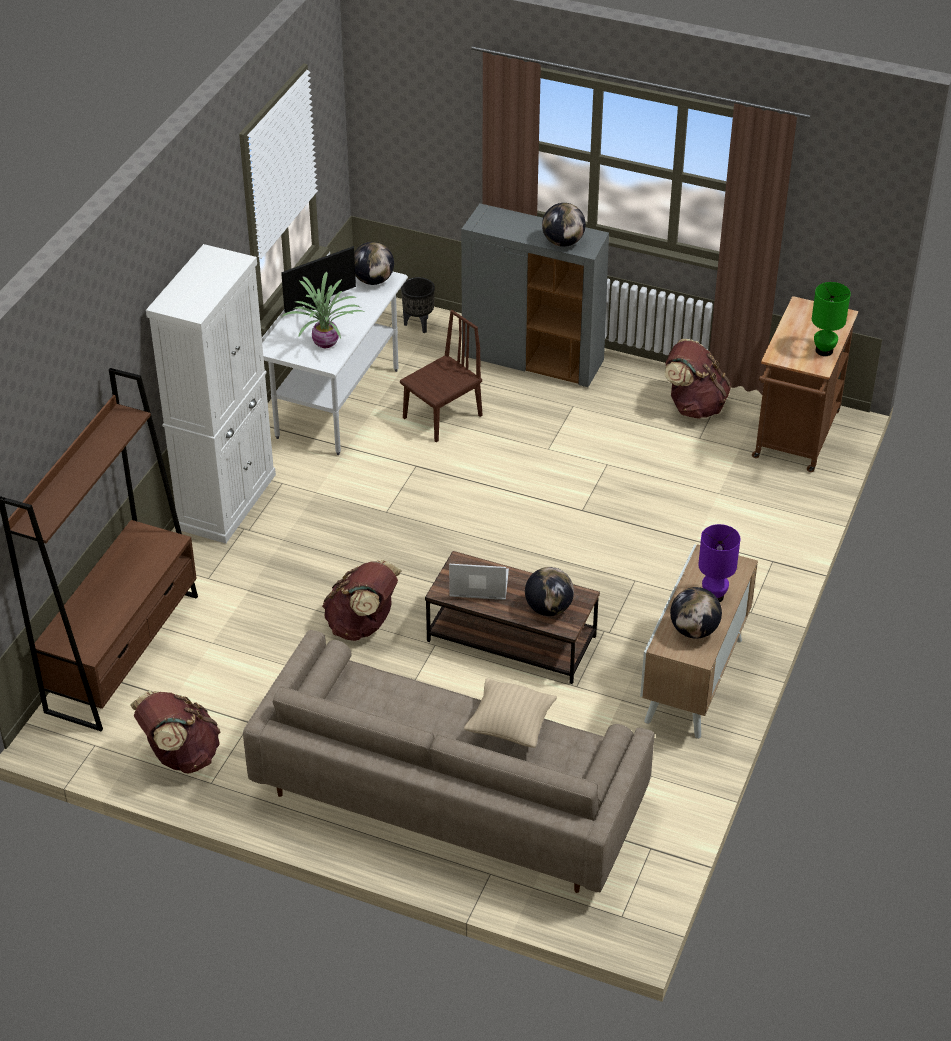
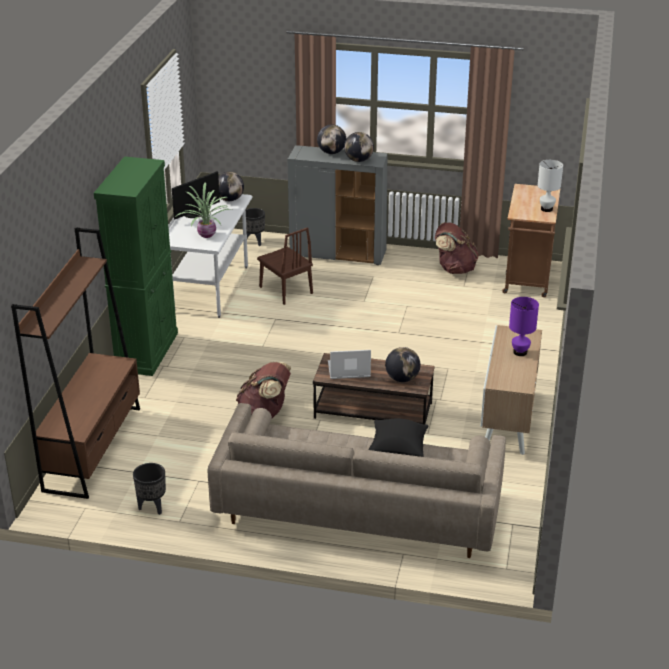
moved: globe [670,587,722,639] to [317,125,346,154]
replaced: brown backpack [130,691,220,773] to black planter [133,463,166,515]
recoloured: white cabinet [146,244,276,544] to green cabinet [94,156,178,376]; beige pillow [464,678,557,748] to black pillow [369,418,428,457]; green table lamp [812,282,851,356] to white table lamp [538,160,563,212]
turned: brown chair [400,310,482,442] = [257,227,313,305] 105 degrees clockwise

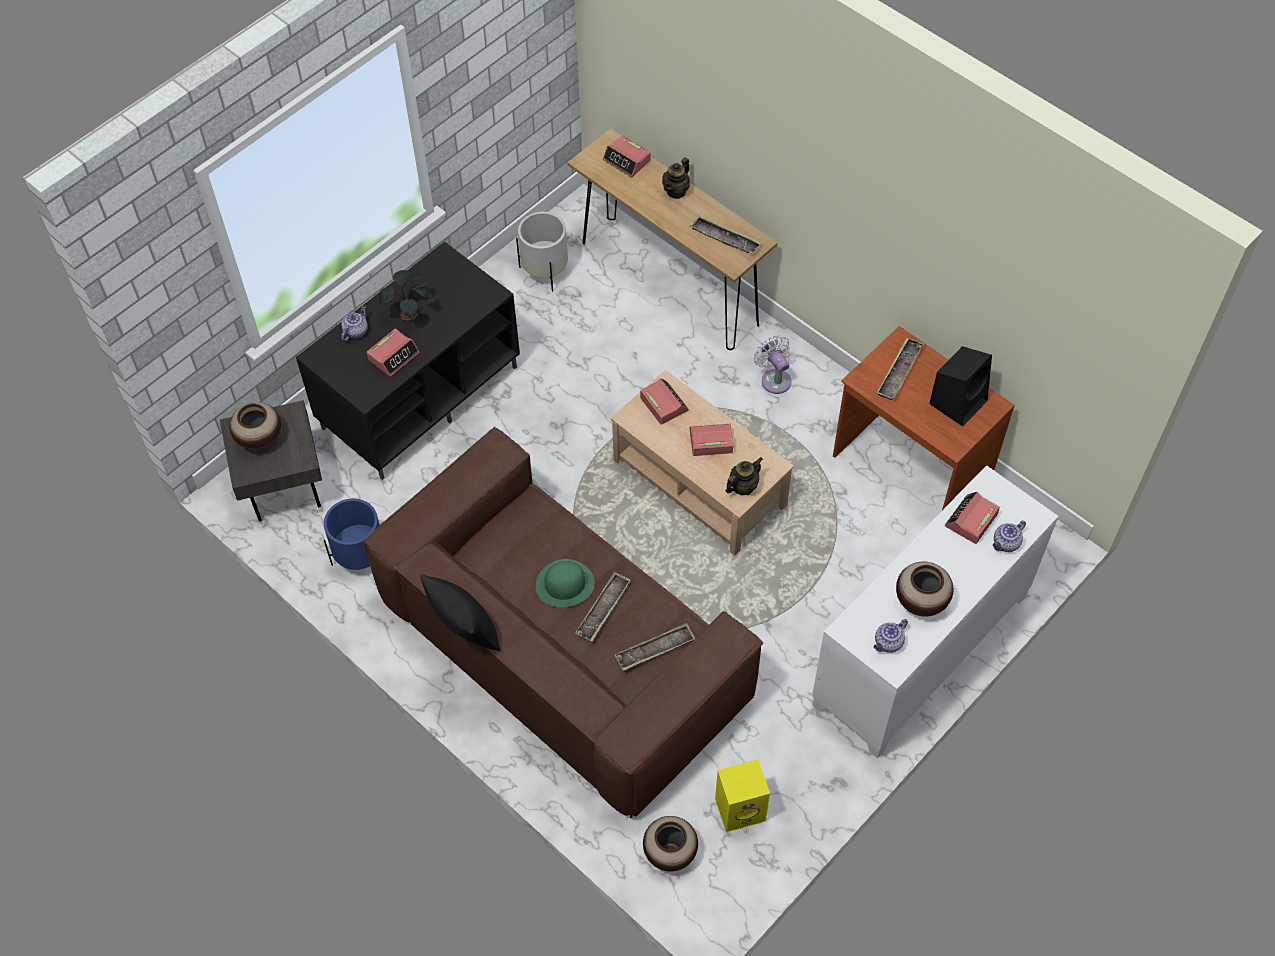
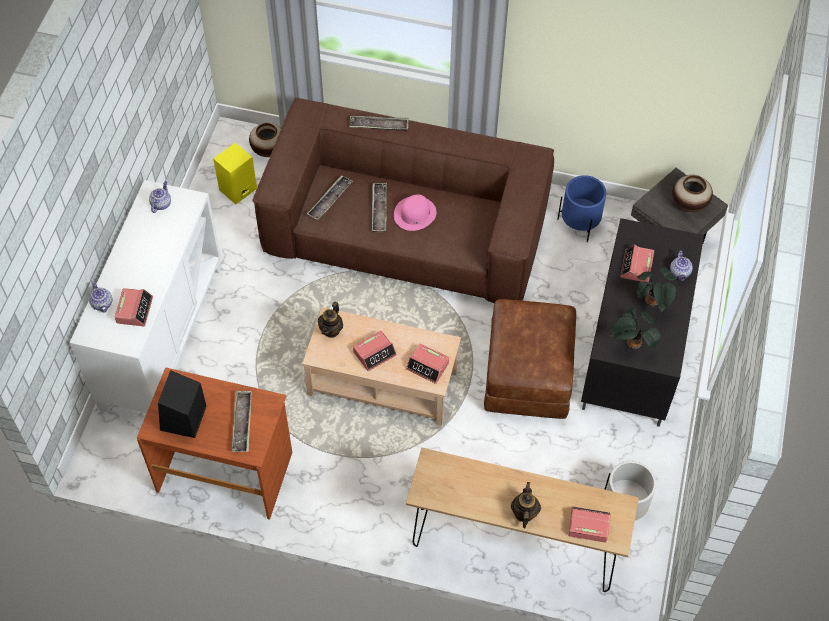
removed: black pillow [420,574,500,651]; white fan [753,335,791,394]; vase [896,562,954,616]
added: brown ottoman [484,299,576,419]; potted plant [610,308,661,349]
moved: tray [690,216,761,254] to [349,116,409,131]
recoloured: green hat [536,559,595,607] to pink hat [394,195,437,231]
turned: teapot [993,520,1026,552] = [89,282,112,312] 135 degrees clockwise

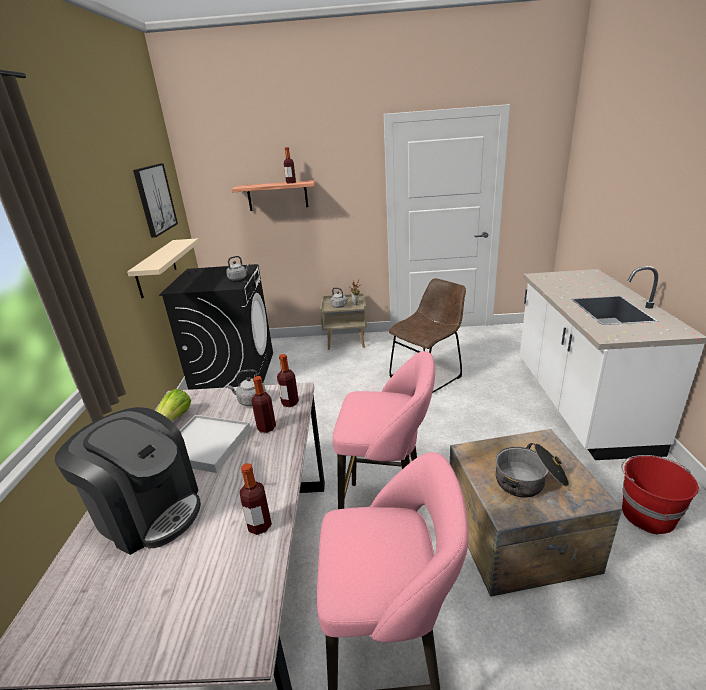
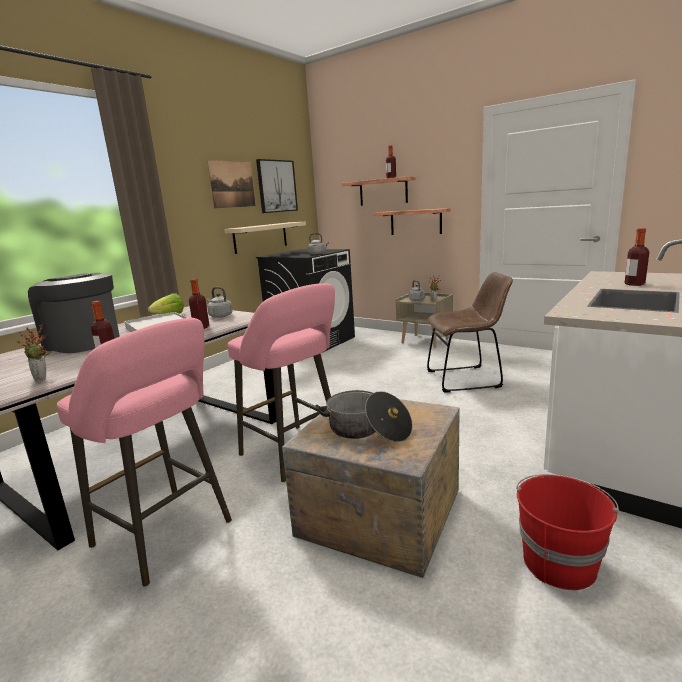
added: potted plant [16,323,52,382]; picture [207,160,255,209]; shelf [373,208,451,235]
moved: bottle [277,354,299,407] to [625,228,649,286]
turned: coffee machine [54,407,201,555] = [28,273,120,353] 150 degrees clockwise

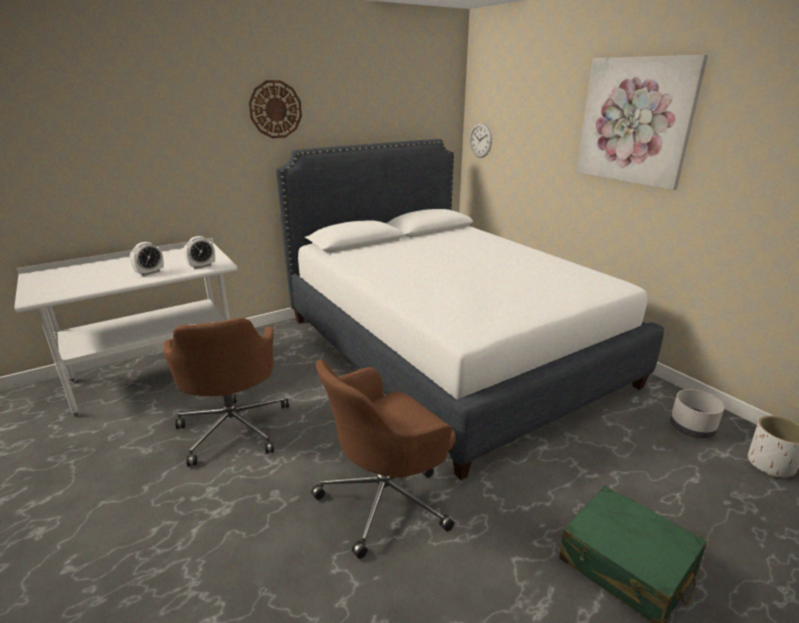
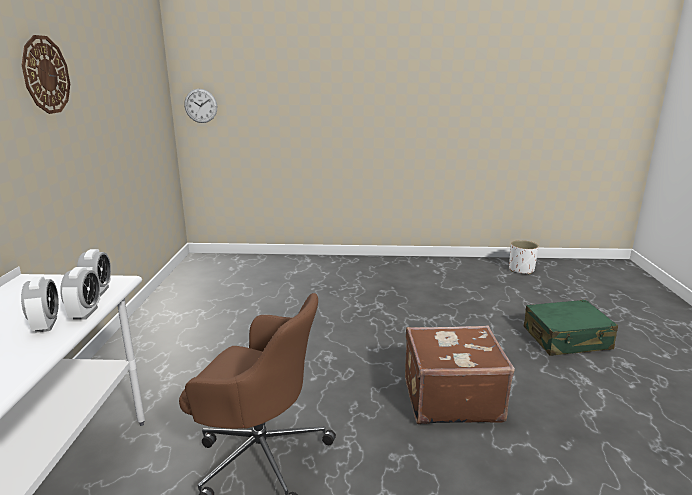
removed: white bed [276,139,664,480]; picture [576,55,708,190]; grey planter [670,389,724,439]
added: alarm clock [60,267,100,320]
replaced: brown office chair [311,359,456,559] to brown suitcase [405,325,515,424]

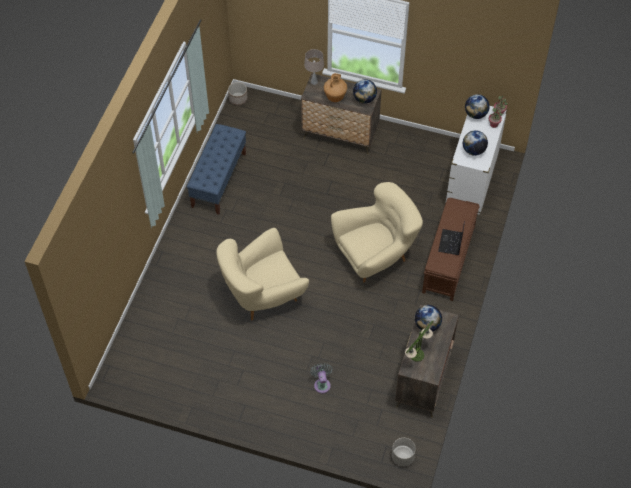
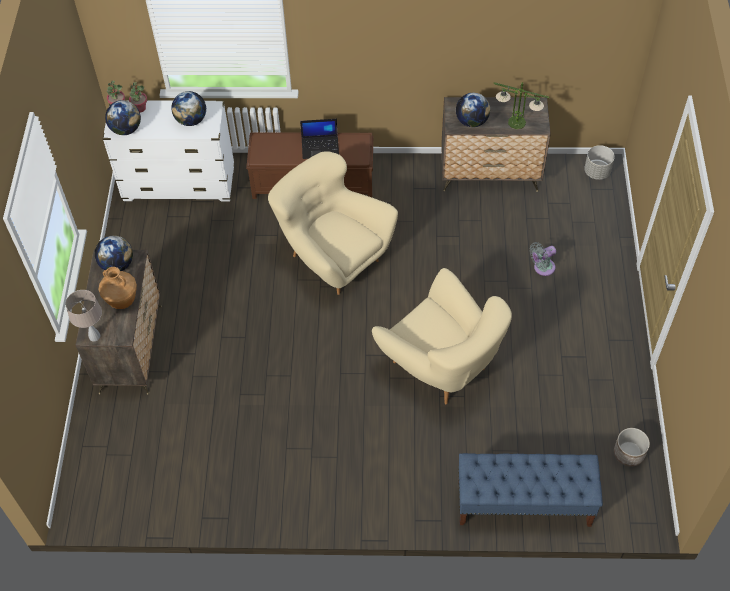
moved: blue bench [187,124,246,215] to [458,453,603,527]; planter [228,82,247,105] to [614,428,650,466]

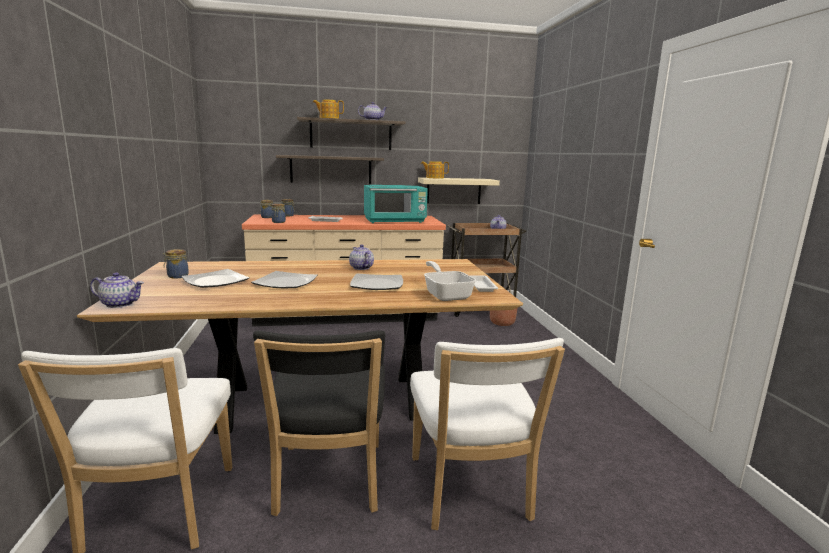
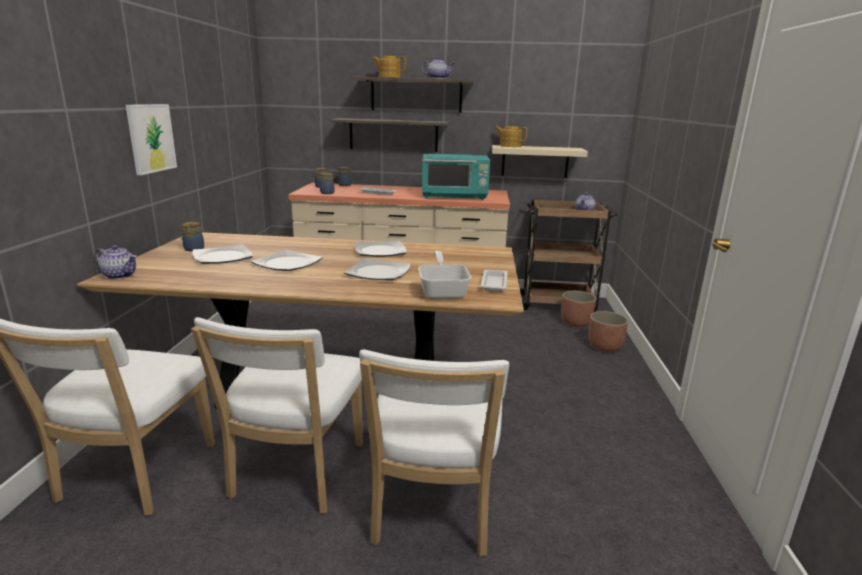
added: picture [126,104,177,175]; planter [588,311,628,352]
replaced: teapot [349,244,374,270] to plate [355,241,407,257]
recoloured: black chair [253,330,385,516] to white chair [191,317,363,513]

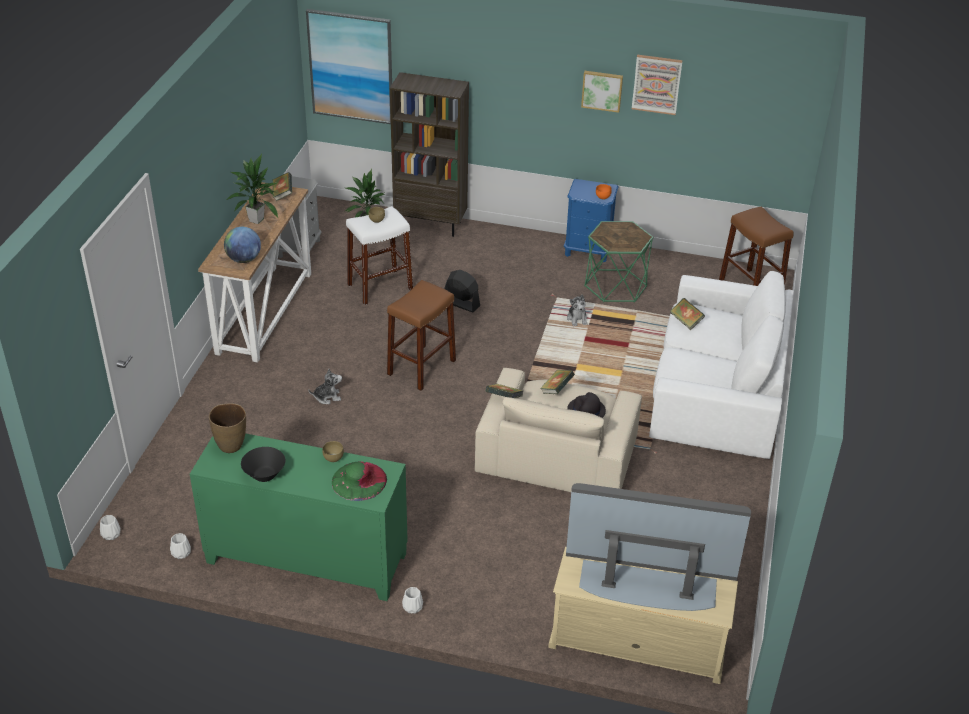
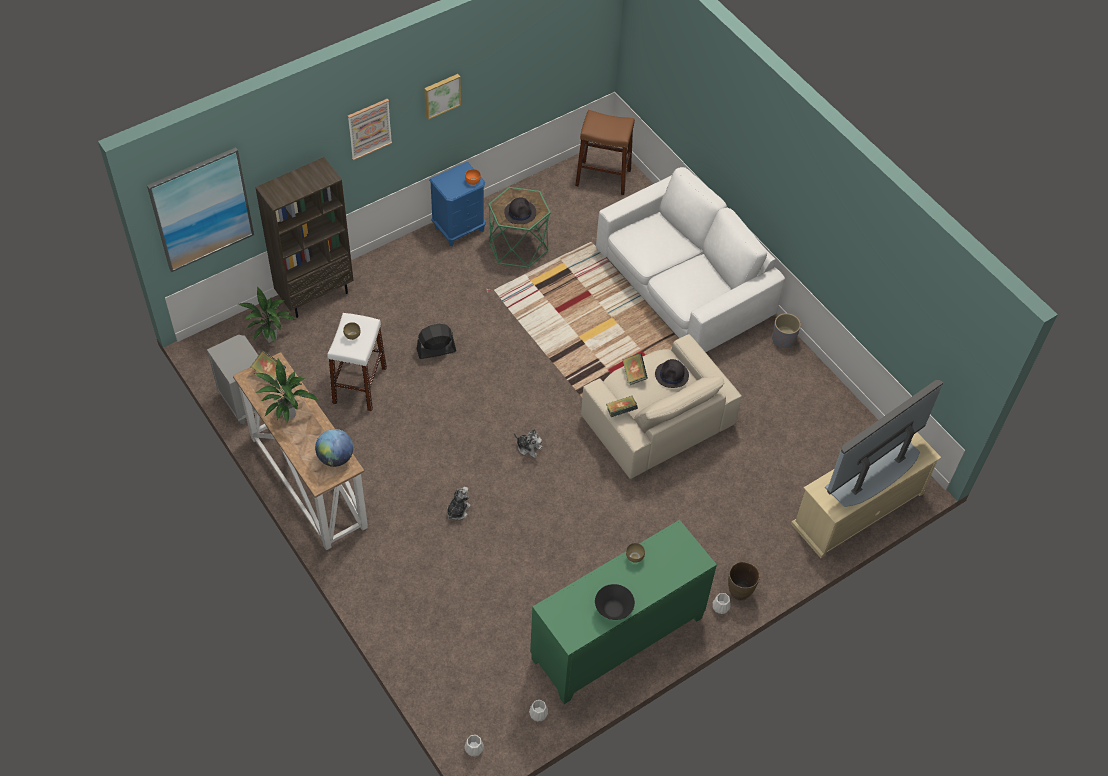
removed: green hat [332,462,387,501]; brown stool [387,280,456,391]; book [670,298,705,330]
added: black hat [504,197,536,224]; grey planter [772,313,801,349]
moved: picture [632,55,683,115] to [348,99,392,160]; plush toy [567,294,588,326] to [514,429,543,458]; brown vase [209,403,246,453] to [728,562,760,600]

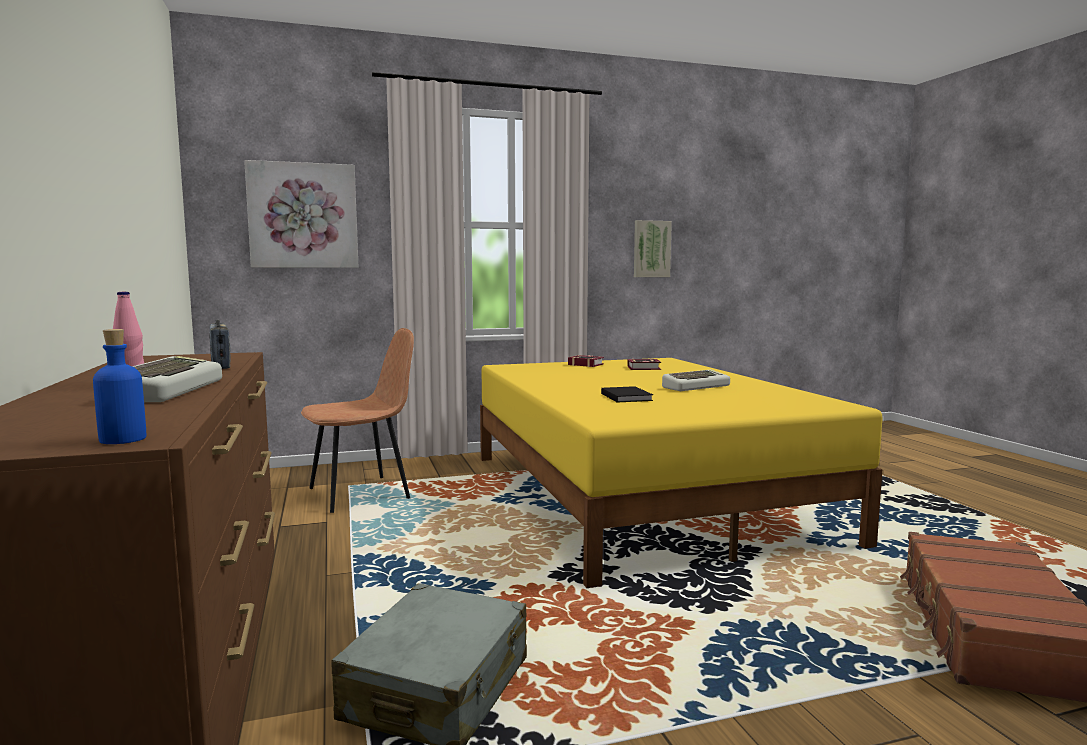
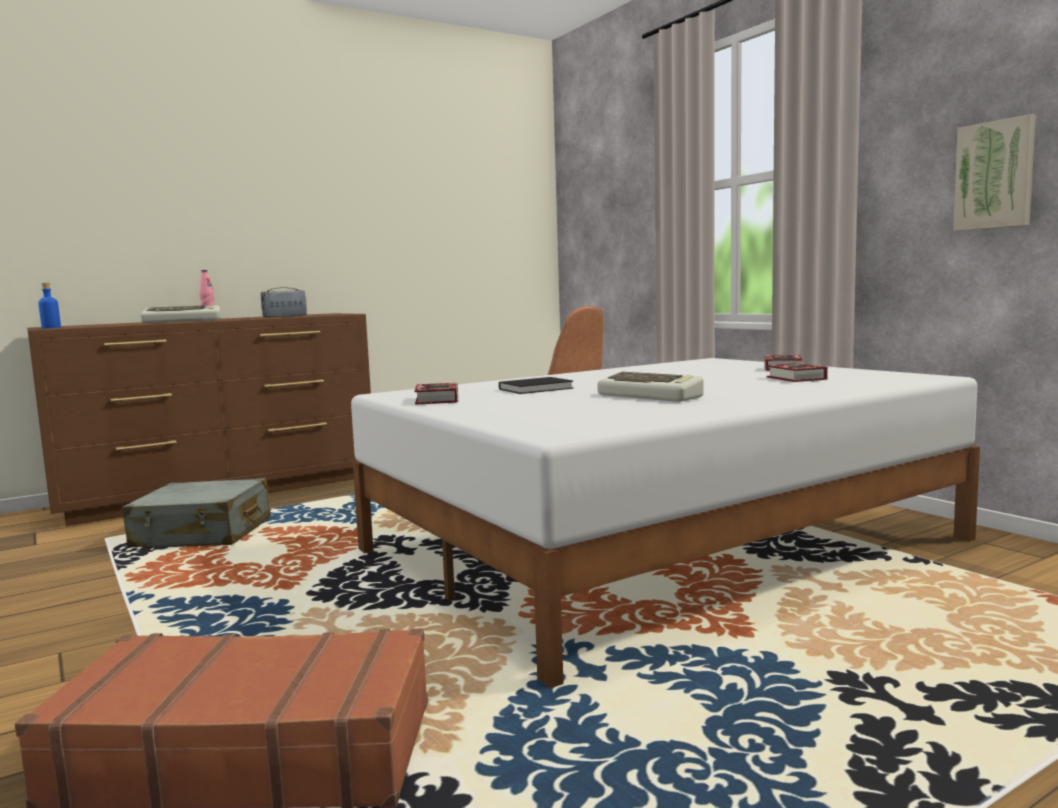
removed: picture [244,160,359,268]
added: book [414,383,459,405]
recoloured: yellow bed [480,358,883,588] to white bed [351,358,980,688]

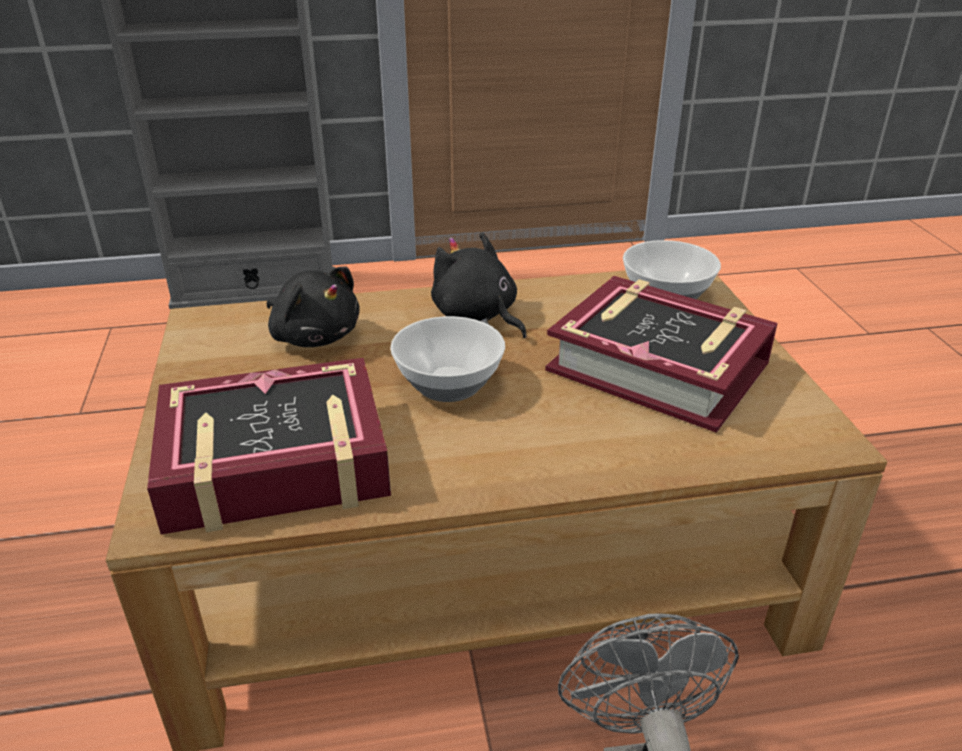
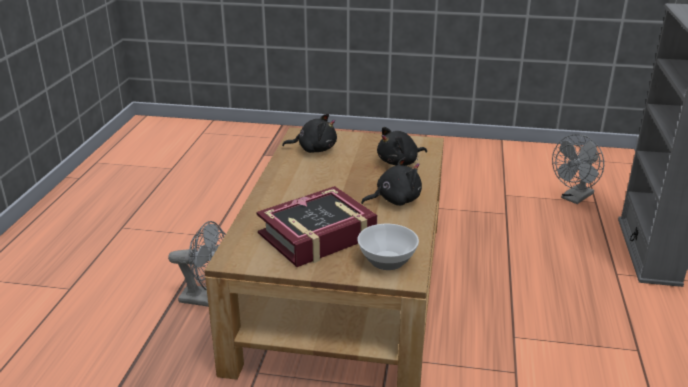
removed: bowl [390,316,505,402]
added: grey fan [552,134,604,204]
replaced: book [147,358,391,534] to black plush toy [282,113,337,153]

